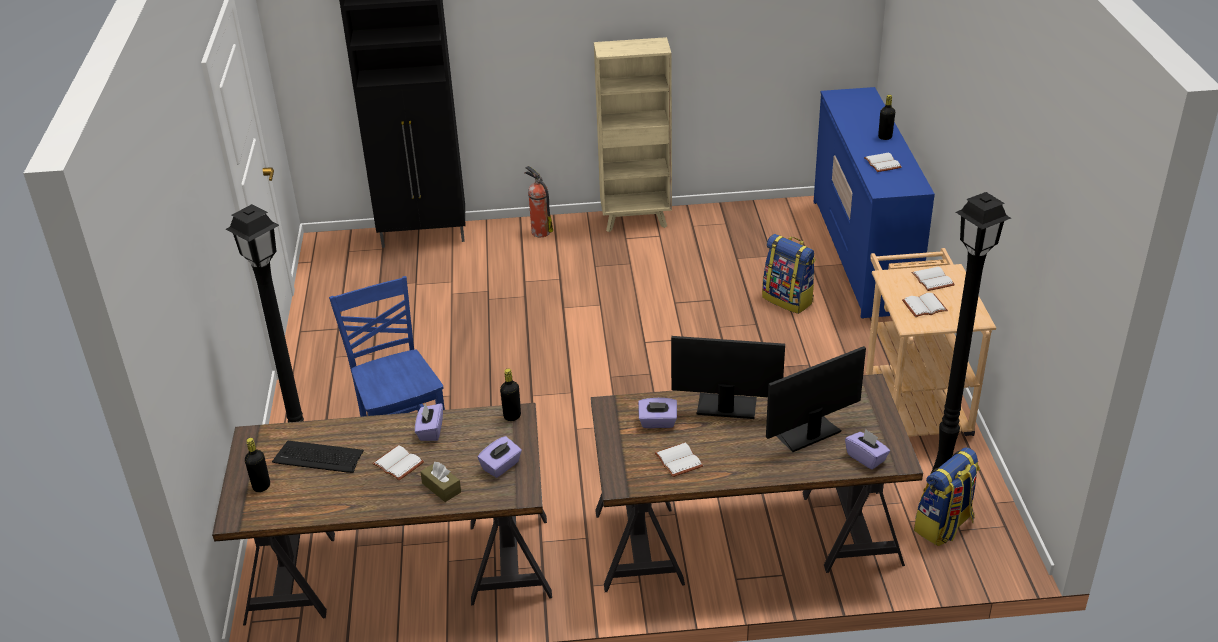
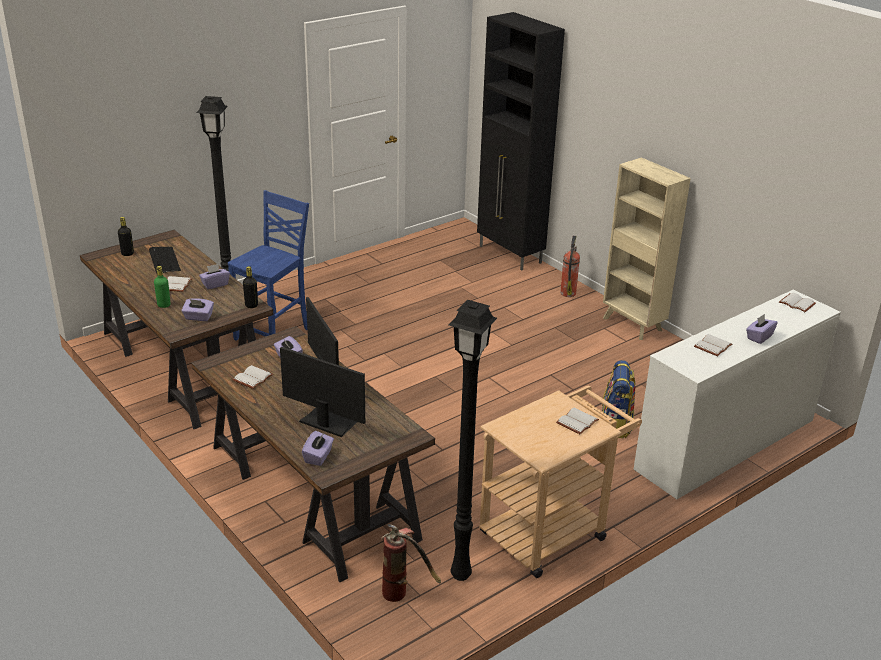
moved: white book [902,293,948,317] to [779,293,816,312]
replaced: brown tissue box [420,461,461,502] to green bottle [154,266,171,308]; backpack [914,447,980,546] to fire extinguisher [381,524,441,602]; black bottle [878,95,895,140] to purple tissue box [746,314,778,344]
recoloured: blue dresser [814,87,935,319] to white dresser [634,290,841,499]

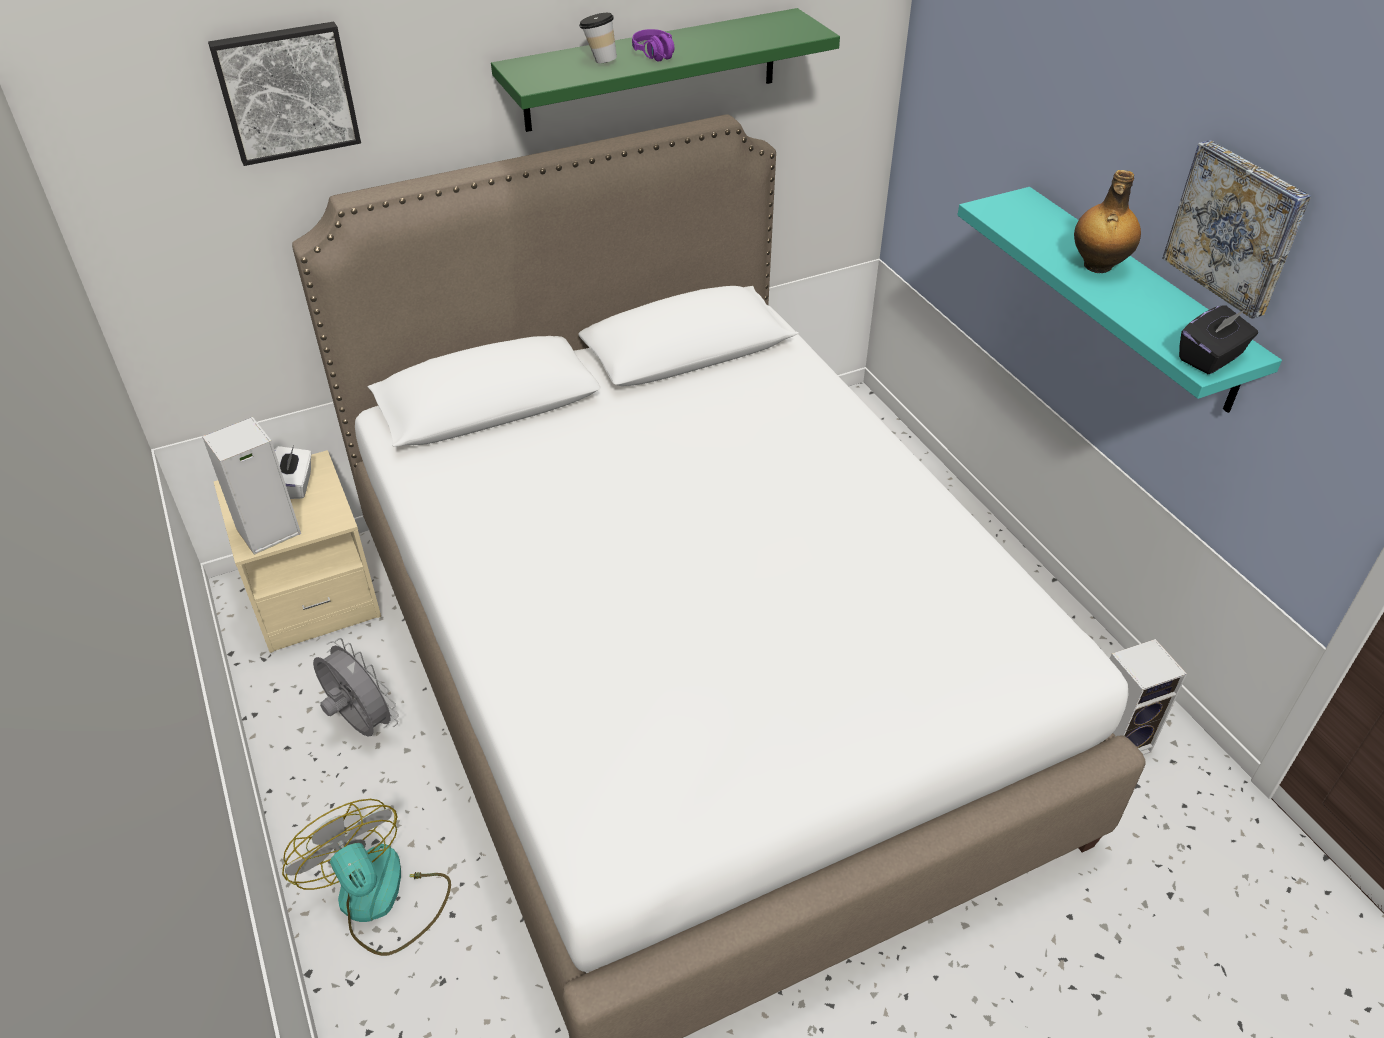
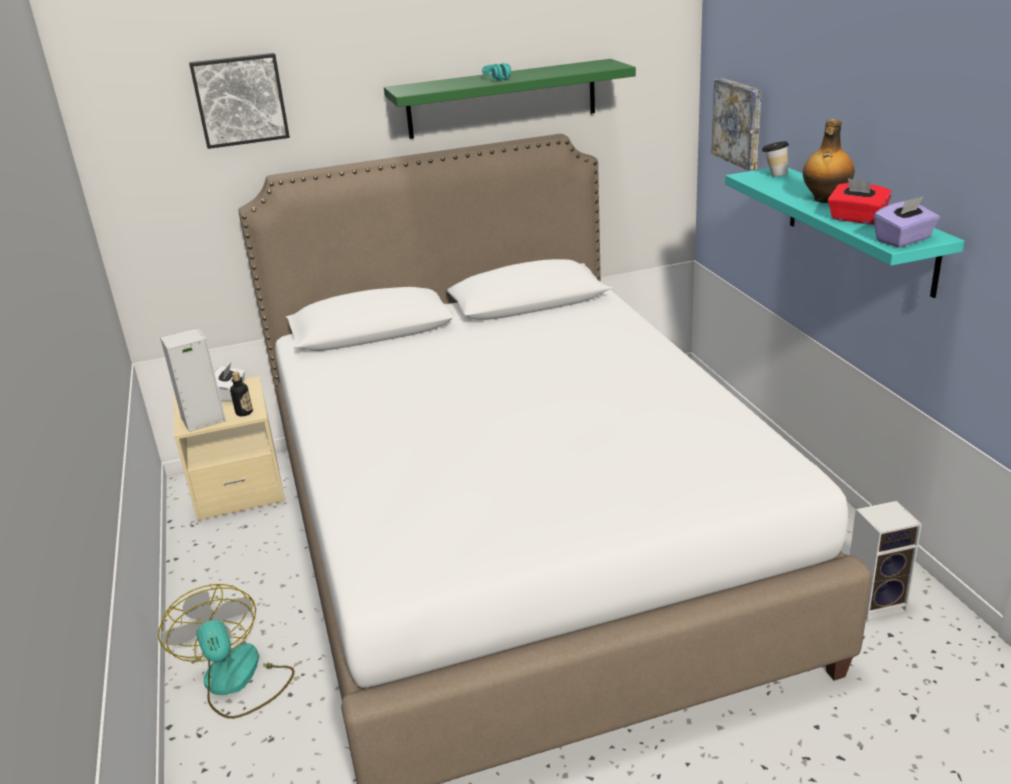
removed: grey fan [313,638,399,737]
added: bottle [230,372,253,416]; red tissue box [828,178,892,224]
moved: picture [1162,140,1311,319] to [711,78,762,171]; cup [579,13,617,64] to [762,141,789,177]
recoloured: purple headphones [632,29,674,62] to turquoise headphones [482,63,511,81]; black tissue box [1179,305,1258,374] to purple tissue box [874,196,940,248]

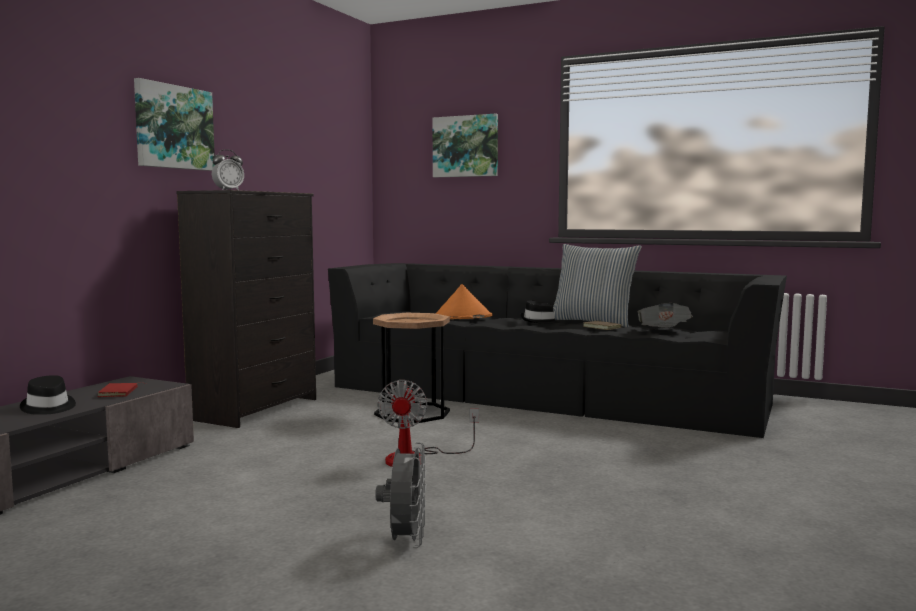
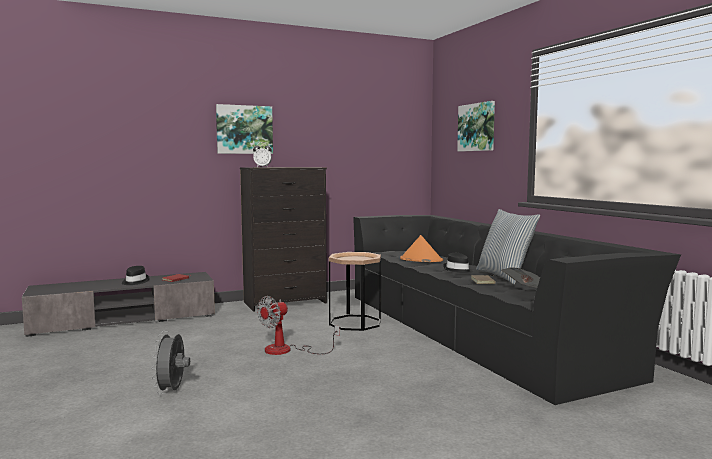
turned: grey fan [375,442,427,548] = [151,331,190,395] 135 degrees clockwise

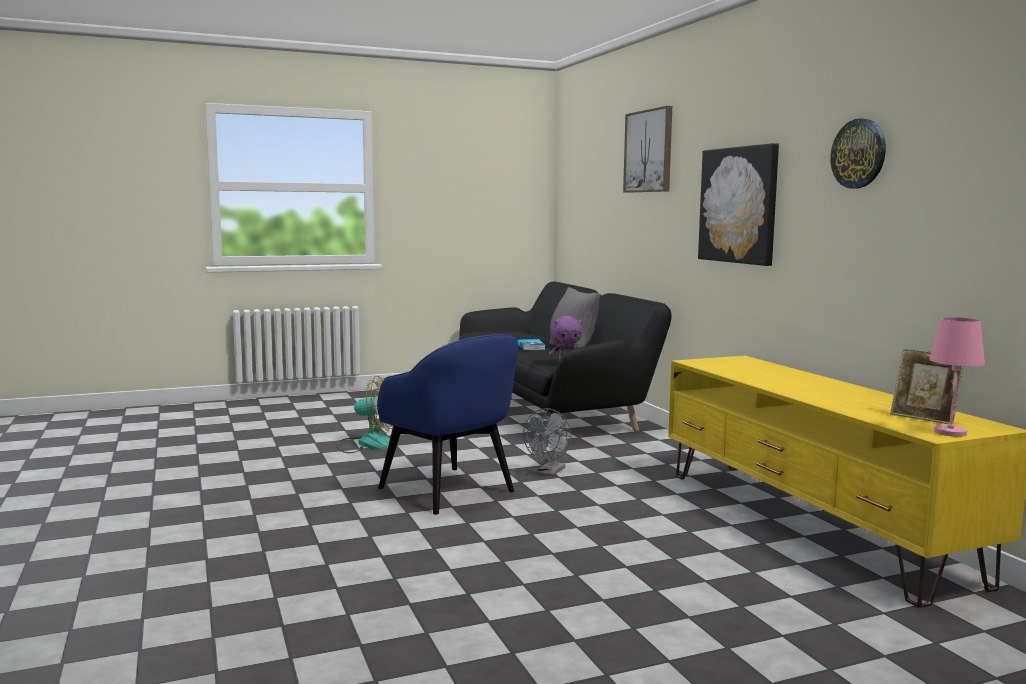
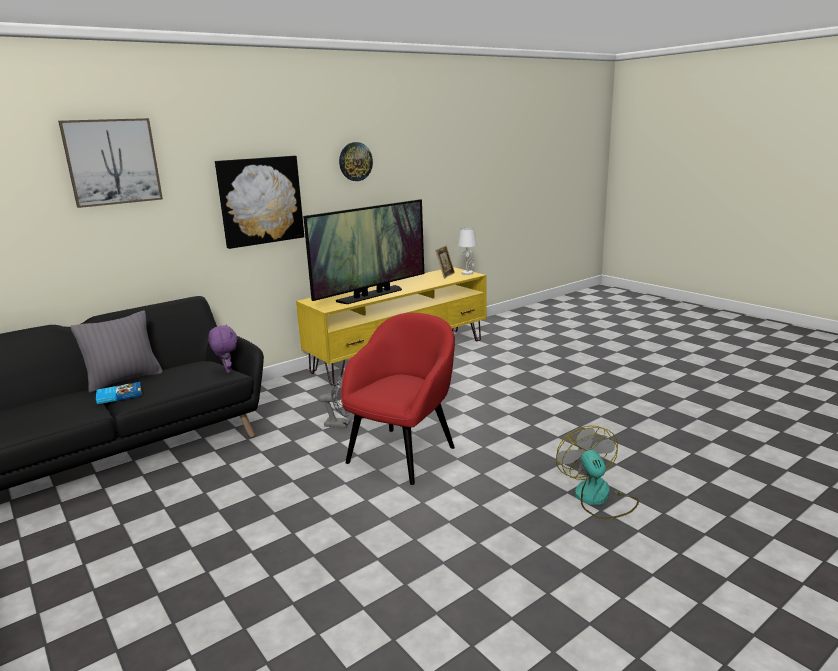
added: television [303,199,424,304]
moved: fan [336,376,392,453] to [556,426,639,519]
recoloured: blue armchair [377,334,519,515] to red armchair [341,313,455,485]; pink table lamp [930,317,985,437] to white table lamp [458,228,477,275]

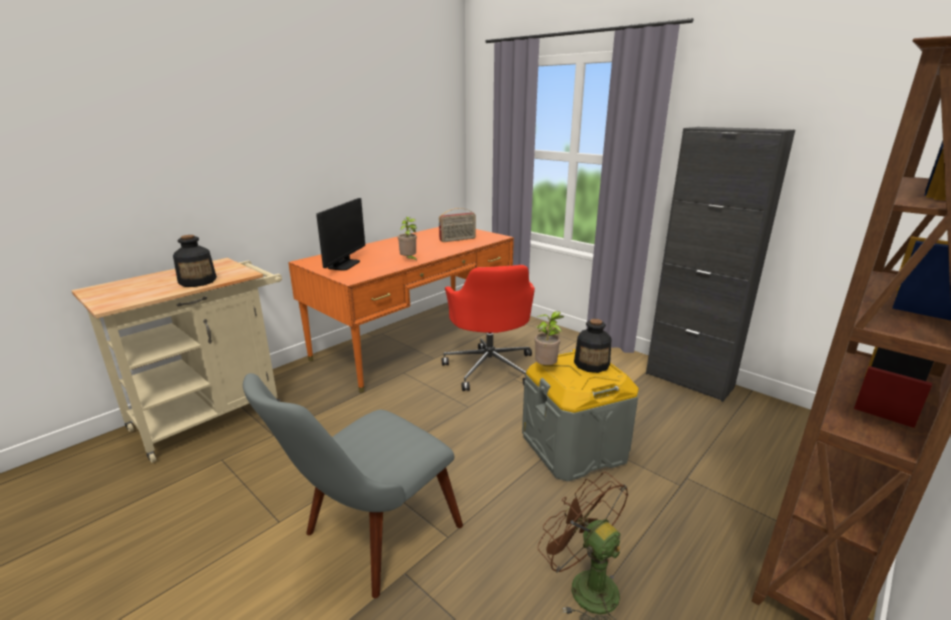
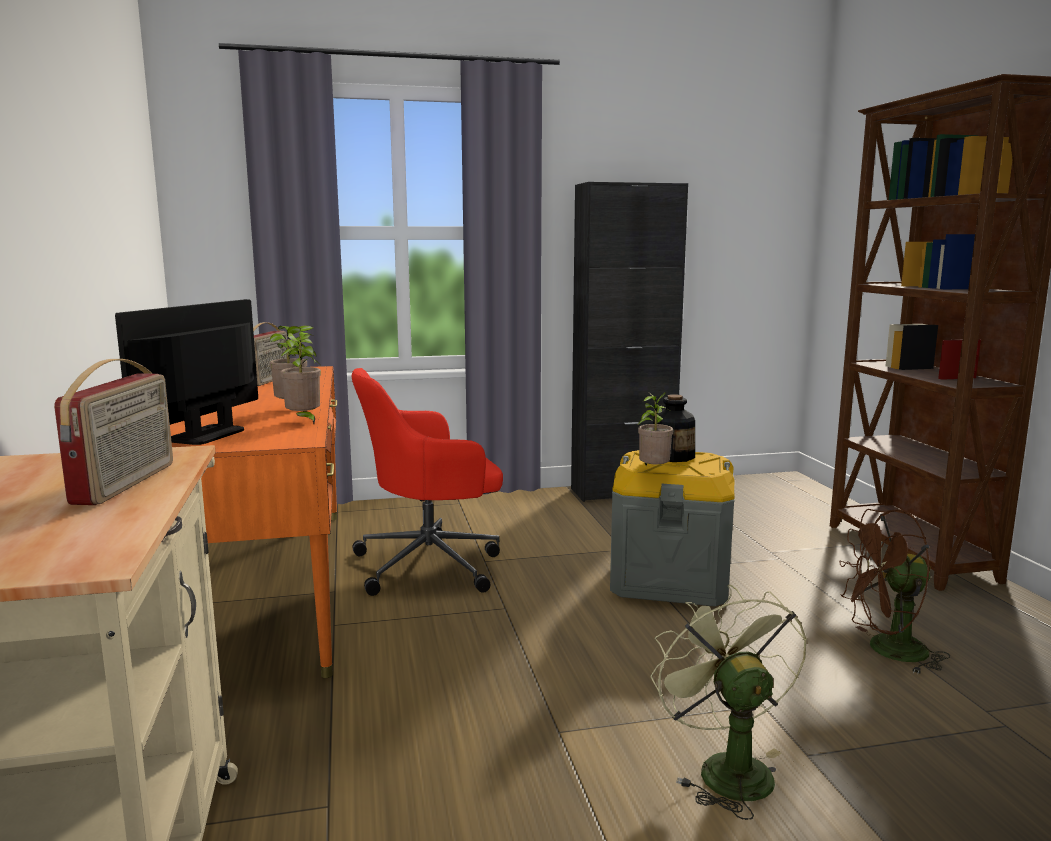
added: potted plant [280,332,321,424]
replaced: bottle [173,235,217,287] to radio [54,359,173,505]; grey chair [243,373,463,598] to green fan [651,584,807,820]
turned: monitor [316,198,365,271] = [115,299,258,445] 120 degrees counterclockwise; red office chair [441,265,535,391] = [352,368,503,596] 135 degrees clockwise

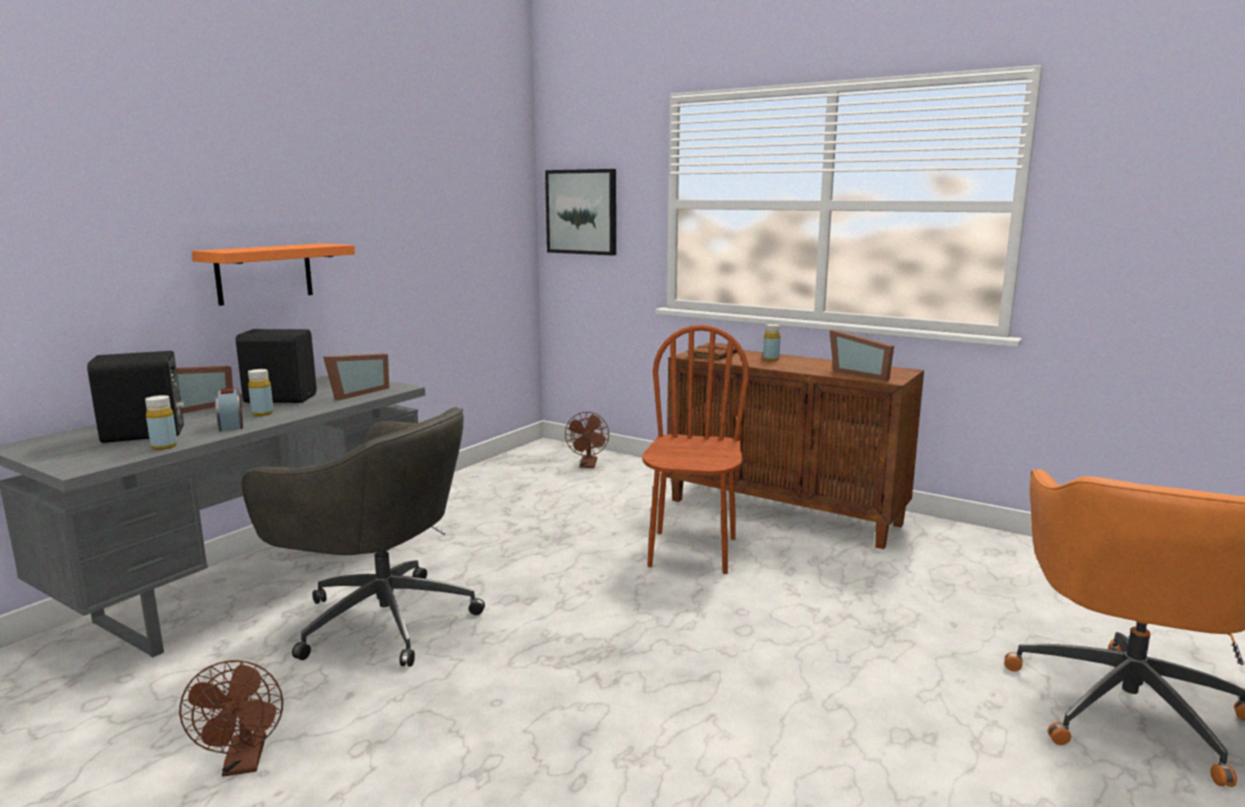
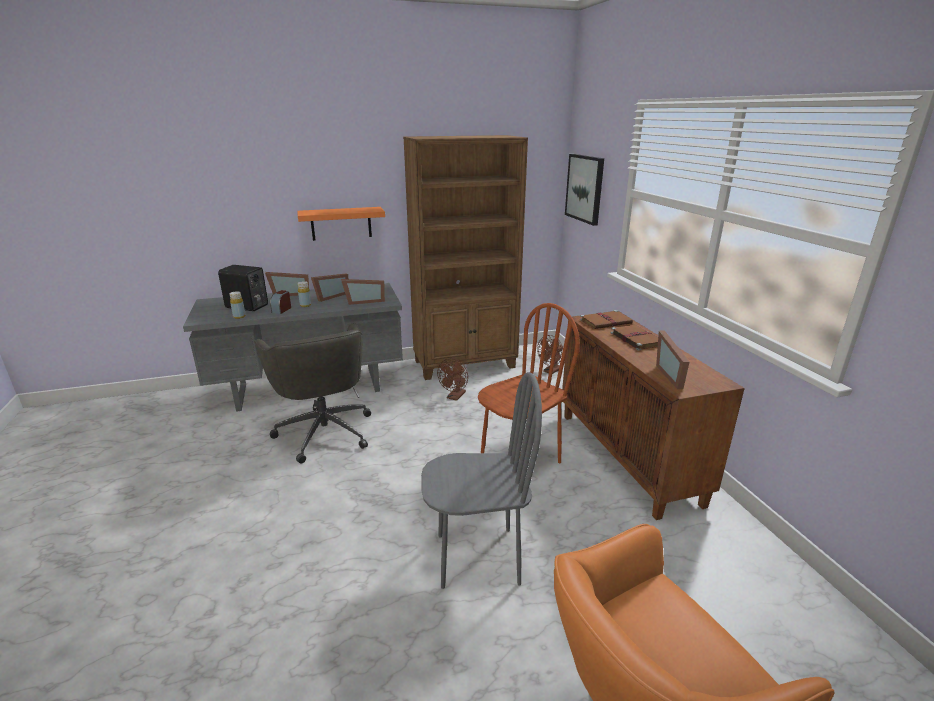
added: brown bookcase [403,135,528,380]; grey chair [421,372,542,589]
moved: brown fan [179,660,283,776] to [437,358,468,401]
replaced: black speaker [236,329,317,403] to picture frame [311,273,348,302]; yellow bottle [763,324,781,361] to brown book [610,325,658,350]

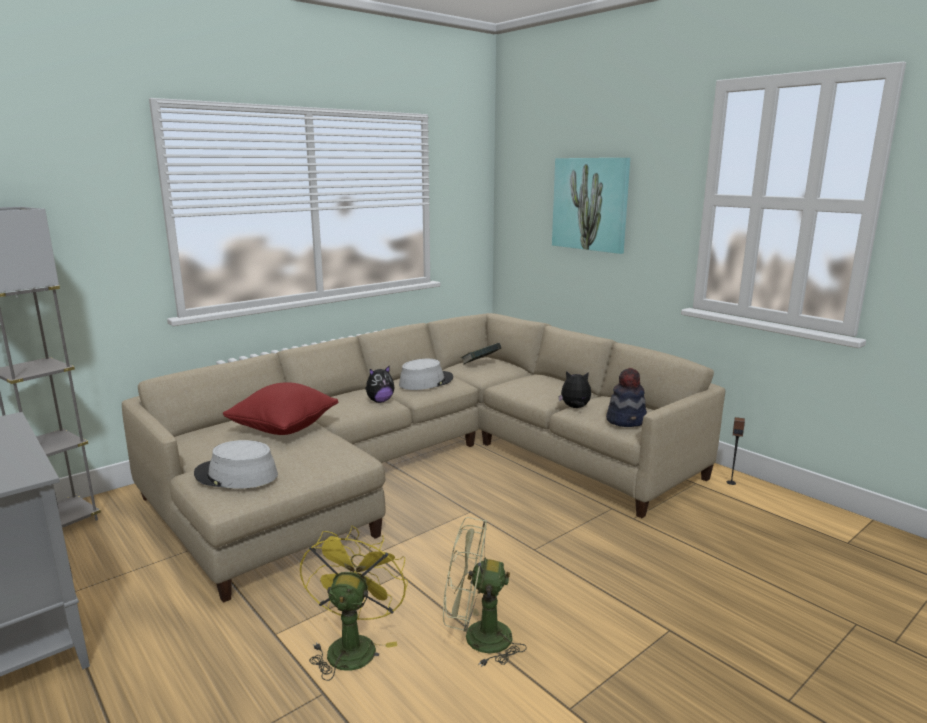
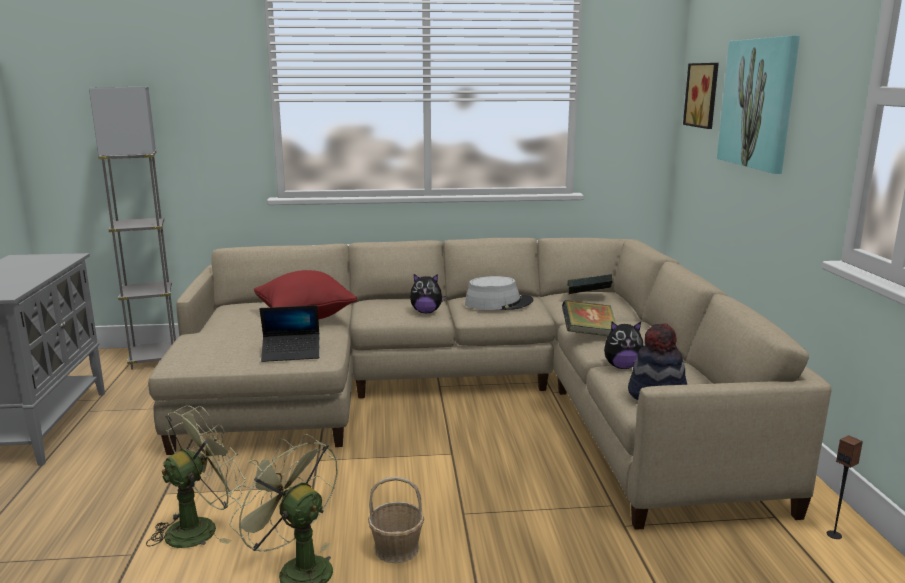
removed: grey hat [194,440,278,489]
added: laptop [260,305,319,362]; basket [368,476,424,563]; book [562,300,616,336]; picture [683,63,719,129]
recoloured: yellow fan [300,525,408,681] to green fan [146,405,246,548]
turned: plush toy [558,371,591,408] = [604,322,643,369] 135 degrees clockwise

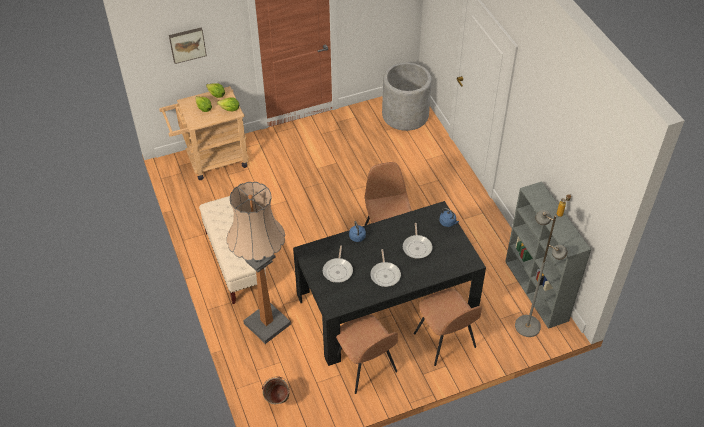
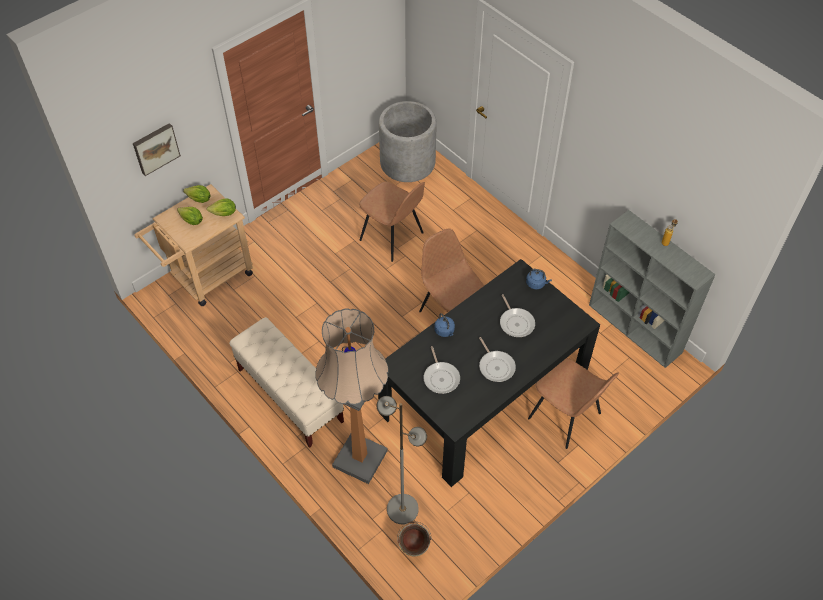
moved: brown chair [336,314,398,394] to [359,182,425,262]; grey floor lamp [515,210,567,337] to [376,396,427,524]

